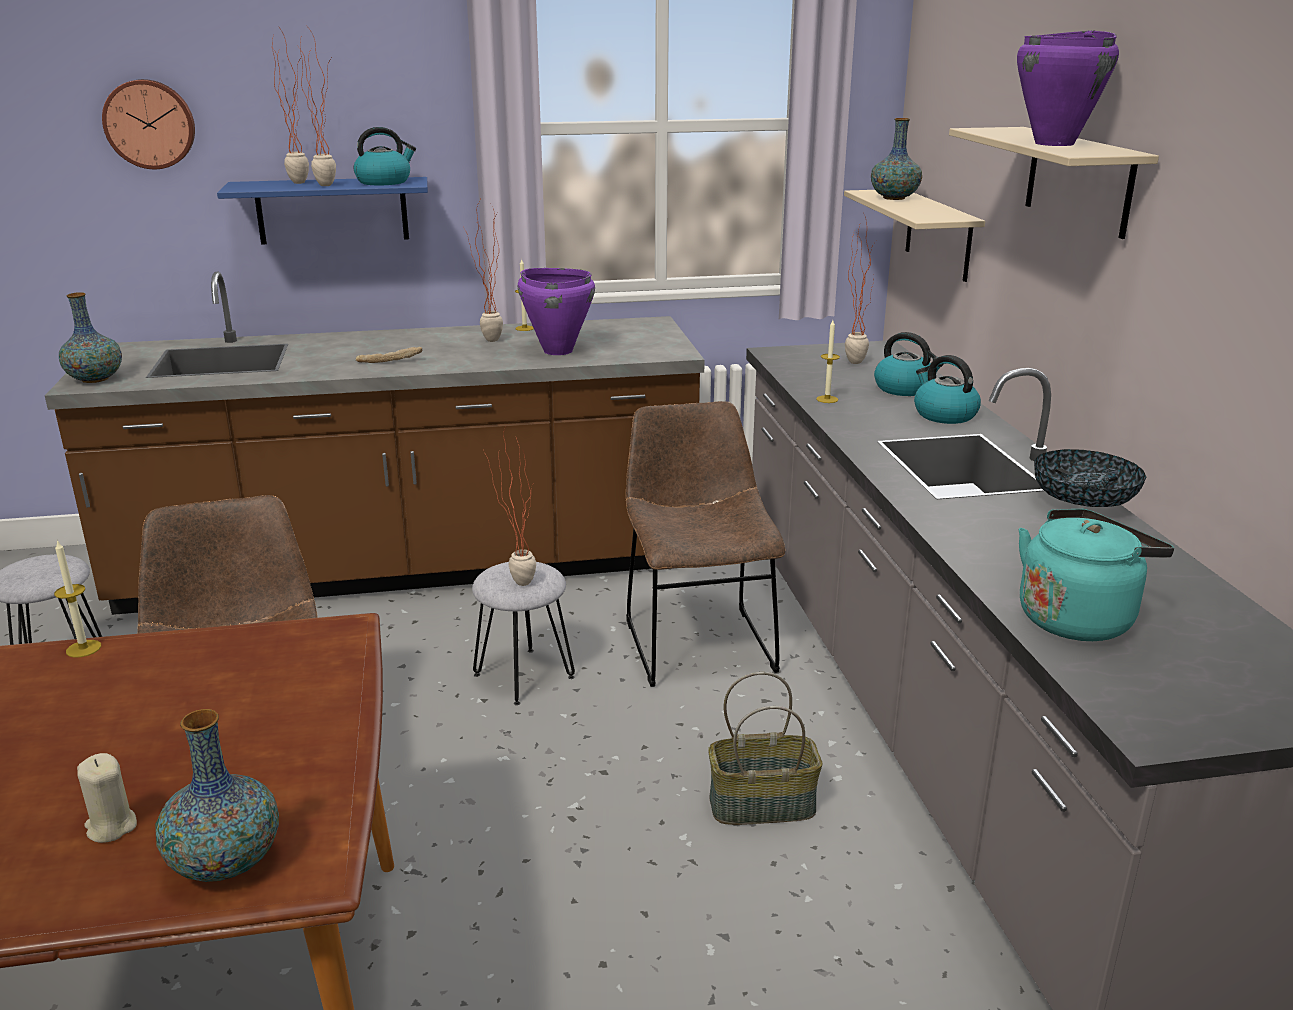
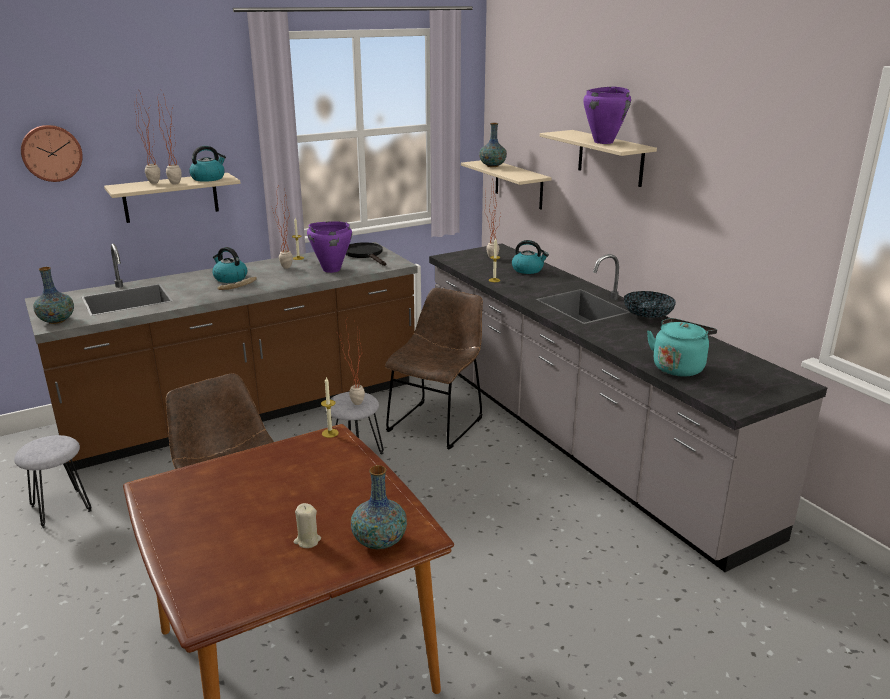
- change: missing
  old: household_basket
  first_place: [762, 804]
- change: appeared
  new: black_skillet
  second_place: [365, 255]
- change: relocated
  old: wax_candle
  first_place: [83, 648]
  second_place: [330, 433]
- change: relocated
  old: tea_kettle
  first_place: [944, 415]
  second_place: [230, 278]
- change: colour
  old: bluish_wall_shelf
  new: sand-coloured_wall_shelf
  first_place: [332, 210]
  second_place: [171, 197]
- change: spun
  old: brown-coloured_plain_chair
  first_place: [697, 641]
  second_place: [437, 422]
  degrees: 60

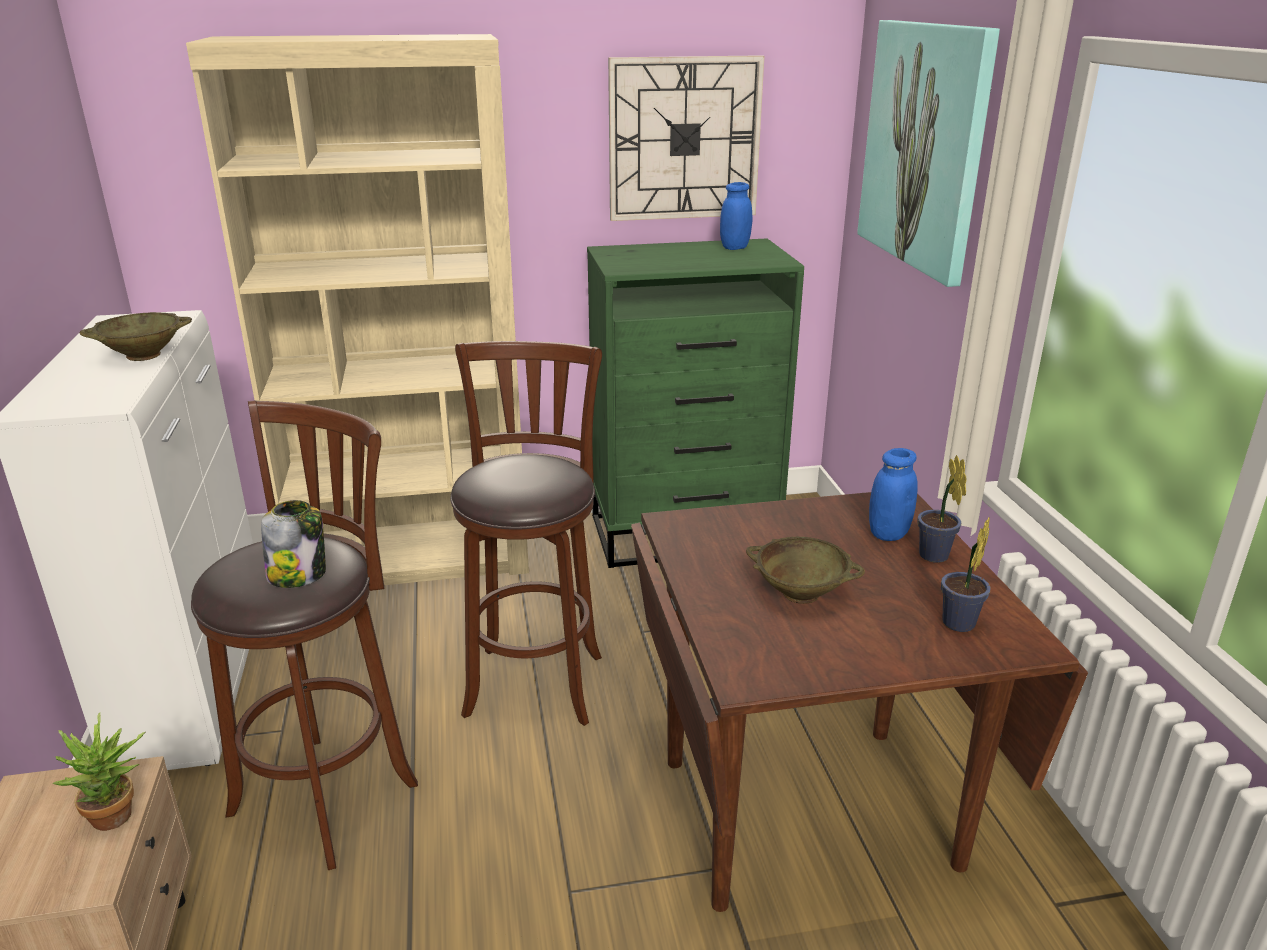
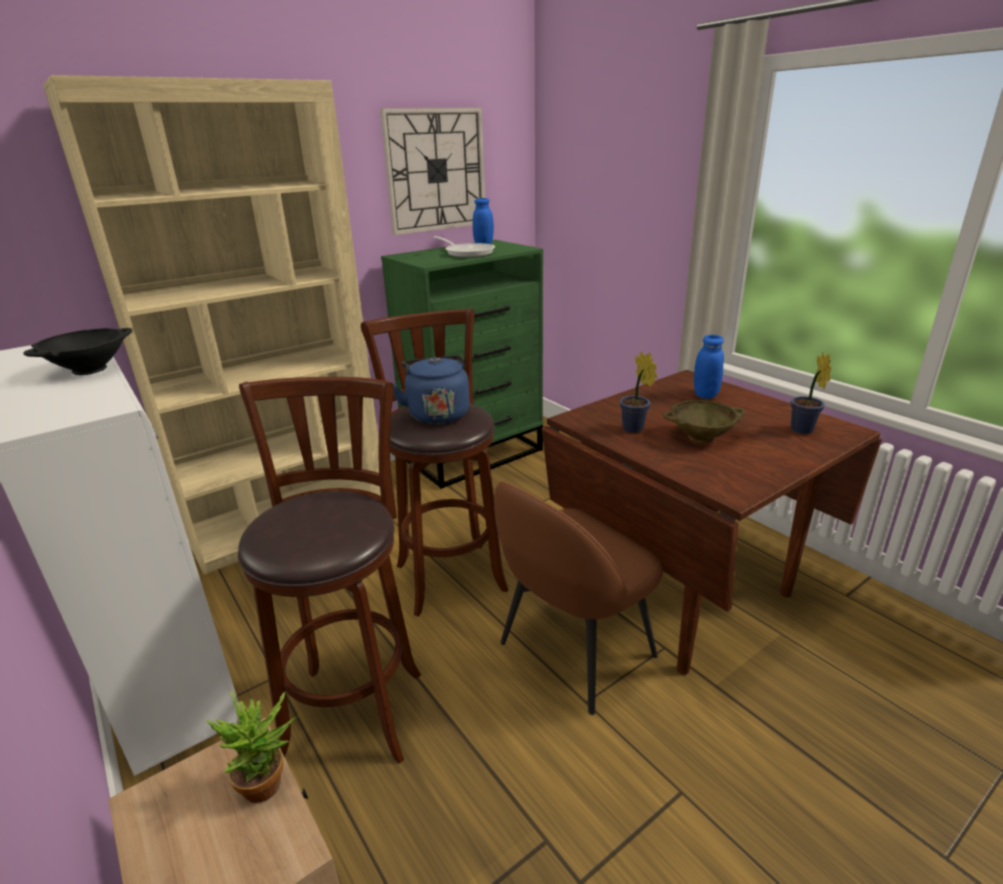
- change: missing
  old: storage_jar
  first_place: [298, 574]
- change: missing
  old: wall_art
  first_place: [925, 146]
- change: appeared
  new: bluish_tea_kettle
  second_place: [437, 413]
- change: appeared
  new: skillet
  second_place: [467, 253]
- change: appeared
  new: brown-coloured_plain_chair
  second_place: [573, 651]
- change: relocated
  old: houseplant
  first_place: [935, 557]
  second_place: [634, 430]
- change: colour
  old: sand-coloured_bowl
  new: black_bowl
  first_place: [144, 355]
  second_place: [90, 369]

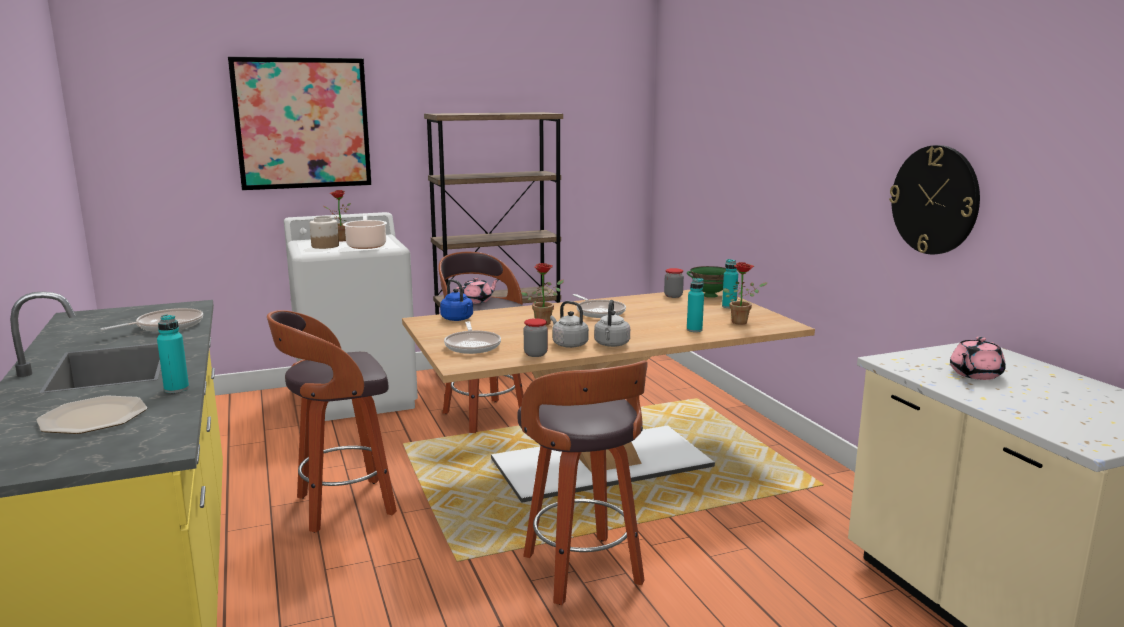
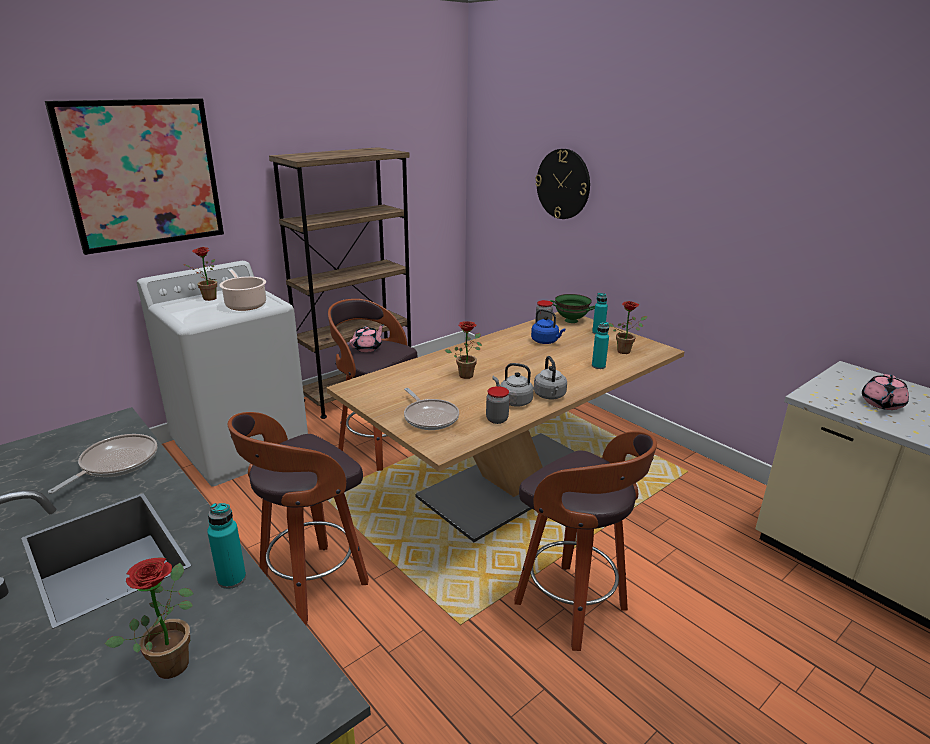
- change: missing
  old: storage_jar
  first_place: [325, 246]
- change: missing
  old: skillet
  first_place: [599, 312]
- change: relocated
  old: bluish_tea_kettle
  first_place: [458, 319]
  second_place: [546, 341]
- change: relocated
  old: hanging_clock
  first_place: [935, 200]
  second_place: [563, 184]
- change: exchanged
  old: dinner_plate
  new: houseplant
  first_place: [94, 417]
  second_place: [173, 659]

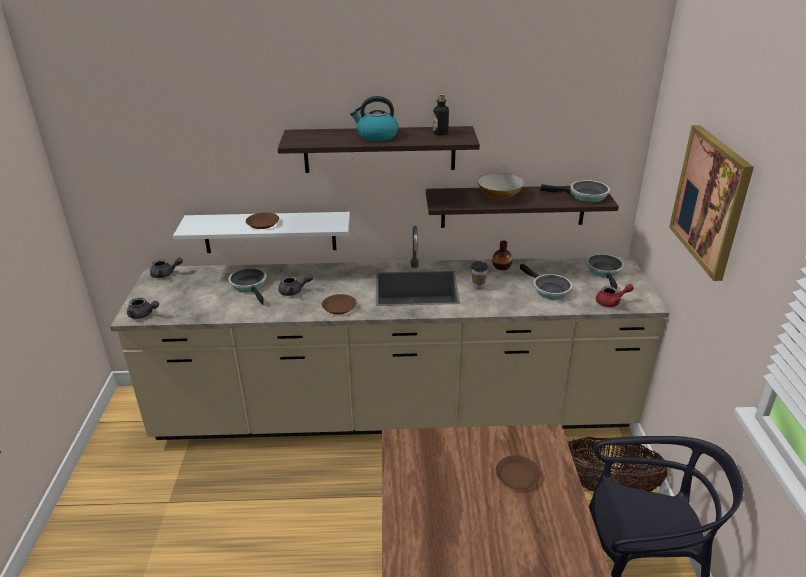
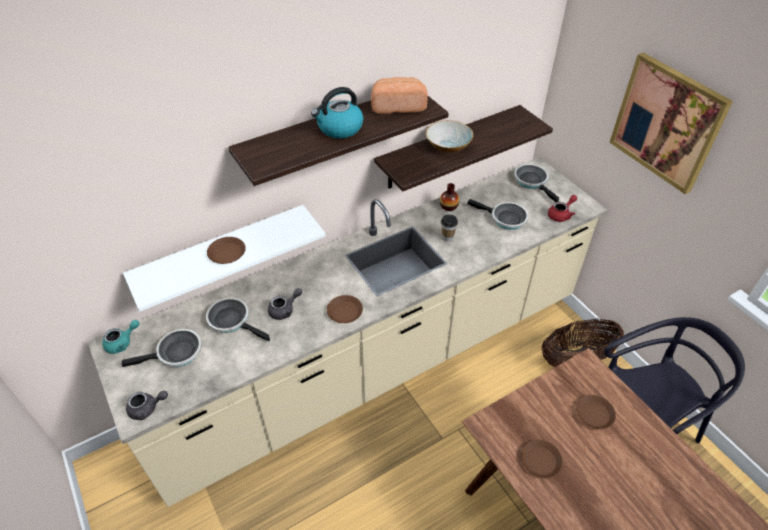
- change: appeared
  new: brown-coloured_dinner_plate
  second_place: [540, 460]
- change: relocated
  old: skillet
  first_place: [584, 195]
  second_place: [176, 353]
- change: exchanged
  old: drink_bottle
  new: bakery_bread
  first_place: [440, 133]
  second_place: [398, 106]
- change: colour
  old: gray_teapot
  new: turquoise_teapot
  first_place: [166, 274]
  second_place: [122, 343]

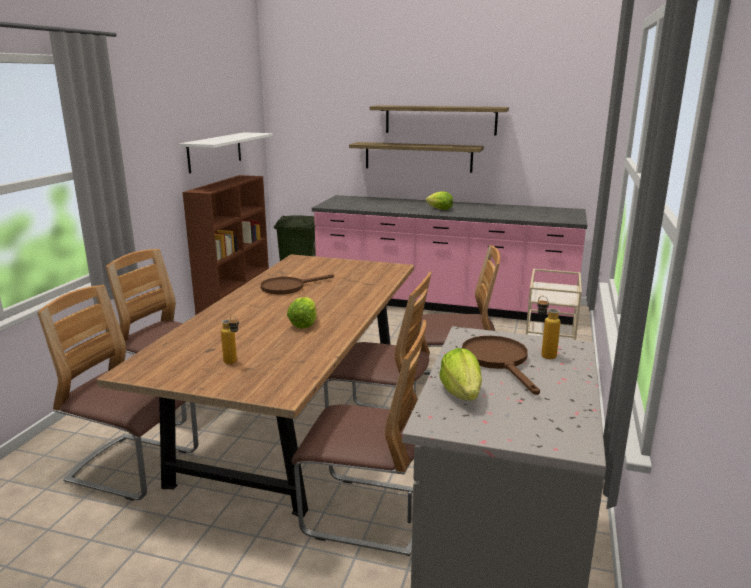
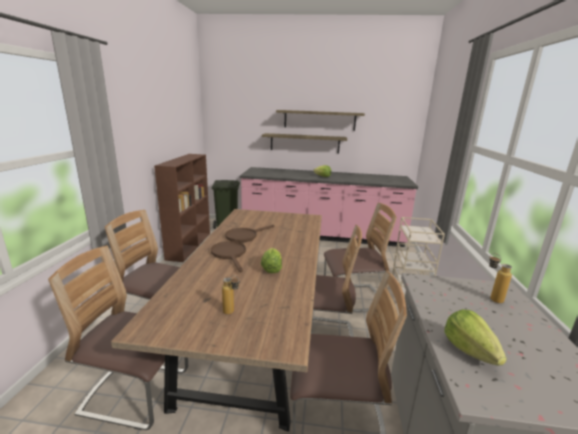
- change: missing
  old: white-coloured_wall_shelf
  first_place: [215, 152]
- change: relocated
  old: brown-coloured_skillet
  first_place: [499, 361]
  second_place: [230, 254]

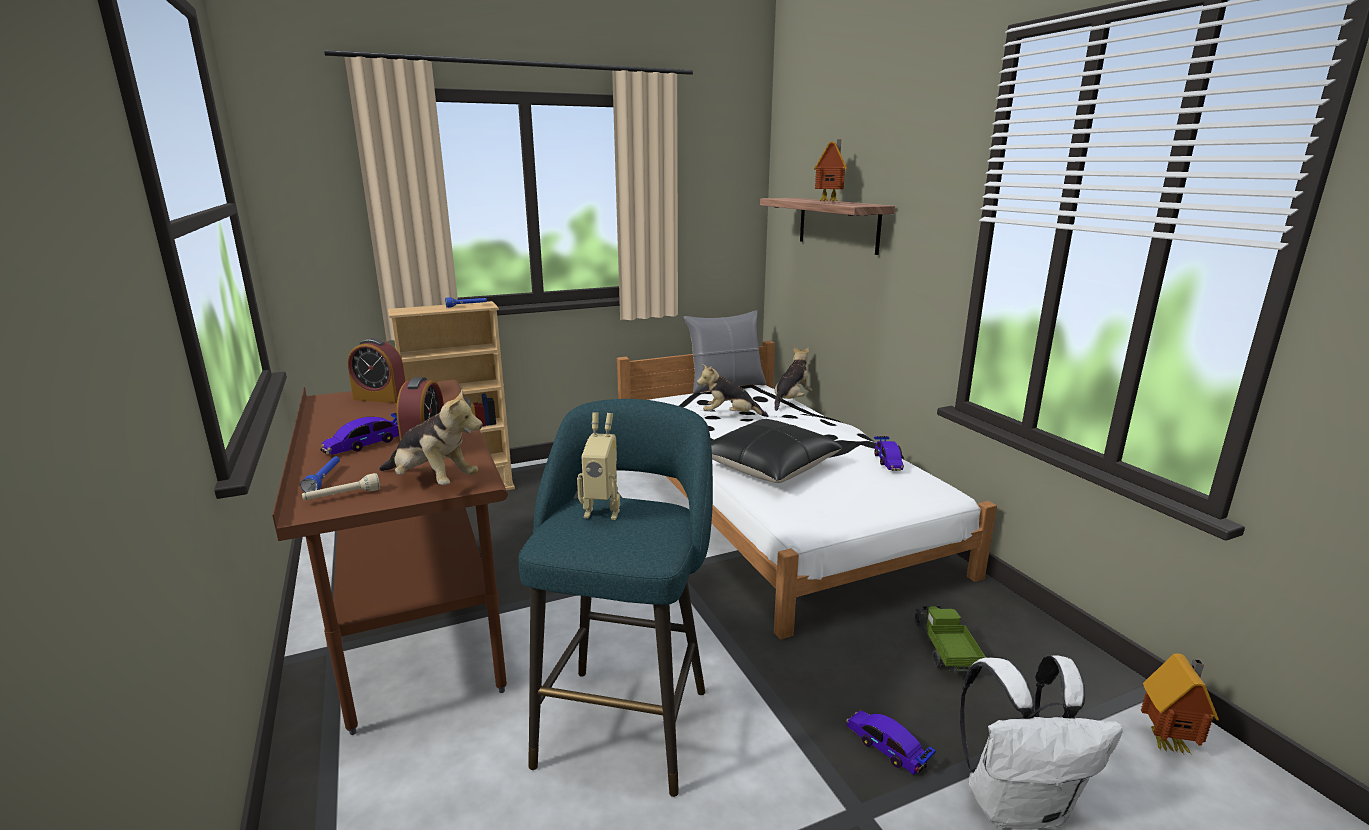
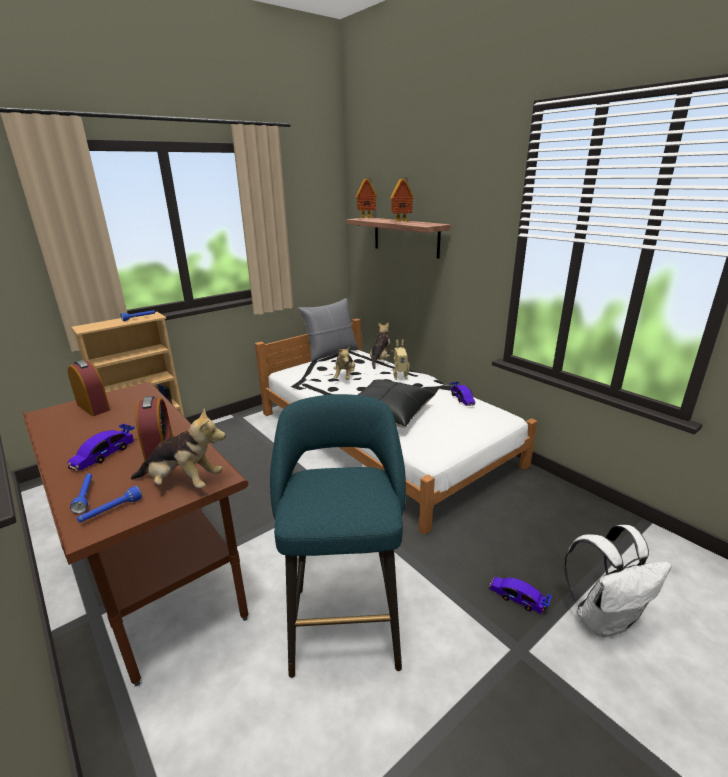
- change: missing
  old: toy_lorry
  first_place: [943, 649]
- change: relocated
  old: toy_robot
  first_place: [603, 511]
  second_place: [399, 376]
- change: relocated
  old: toy_house
  first_place: [1169, 742]
  second_place: [367, 218]
- change: colour
  old: sand-coloured_flashlight
  new: bluish_flashlight
  first_place: [342, 496]
  second_place: [111, 511]
- change: spun
  old: alarm_clock
  first_place: [380, 398]
  second_place: [93, 407]
  degrees: -135
- change: spun
  old: cuddly_toy
  first_place: [730, 416]
  second_place: [345, 377]
  degrees: -75

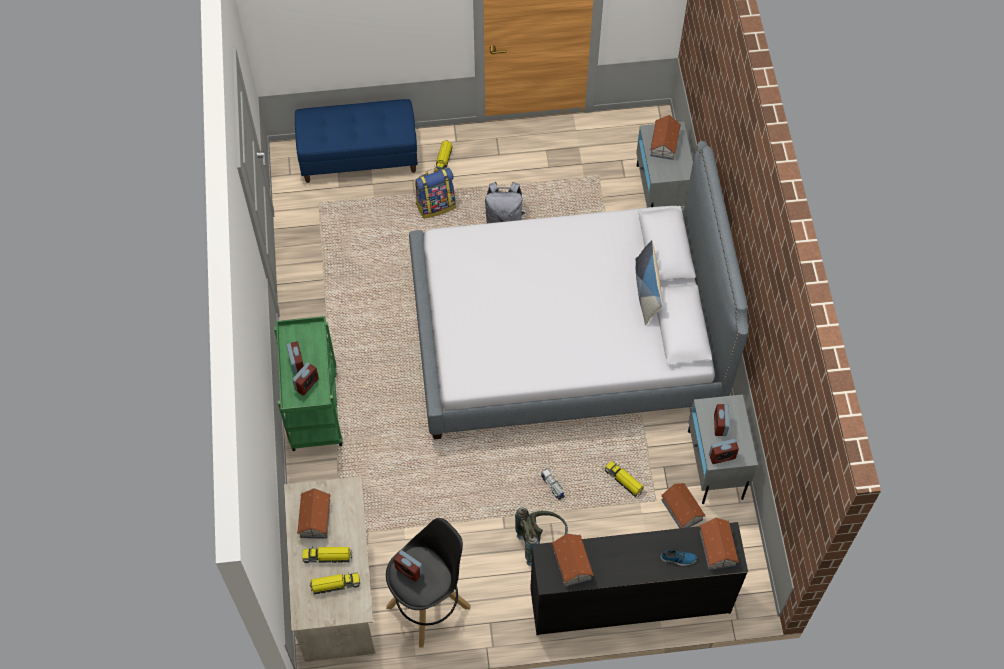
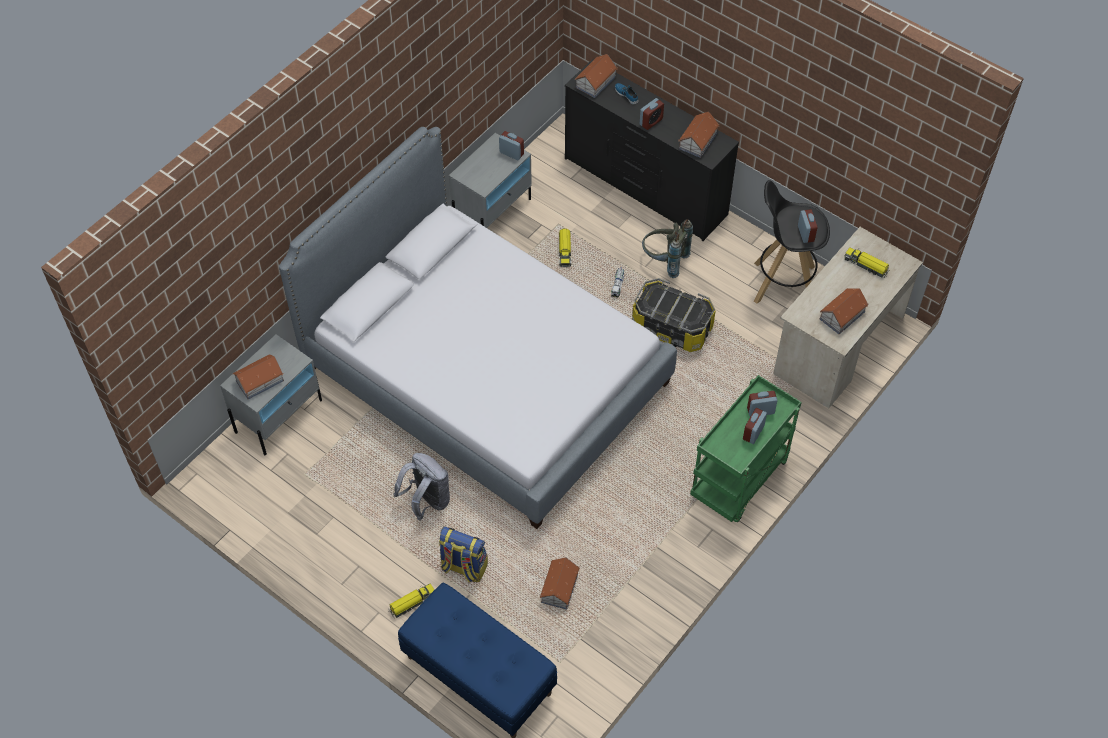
- change: missing
  old: toy_lorry
  first_place: [328, 556]
- change: missing
  old: throw_pillow
  first_place: [647, 291]
- change: appeared
  new: storage_box
  second_place: [672, 327]
- change: relocated
  old: toy_house
  first_place: [682, 509]
  second_place: [559, 588]
- change: relocated
  old: alarm_clock
  first_place: [720, 425]
  second_place: [651, 122]

